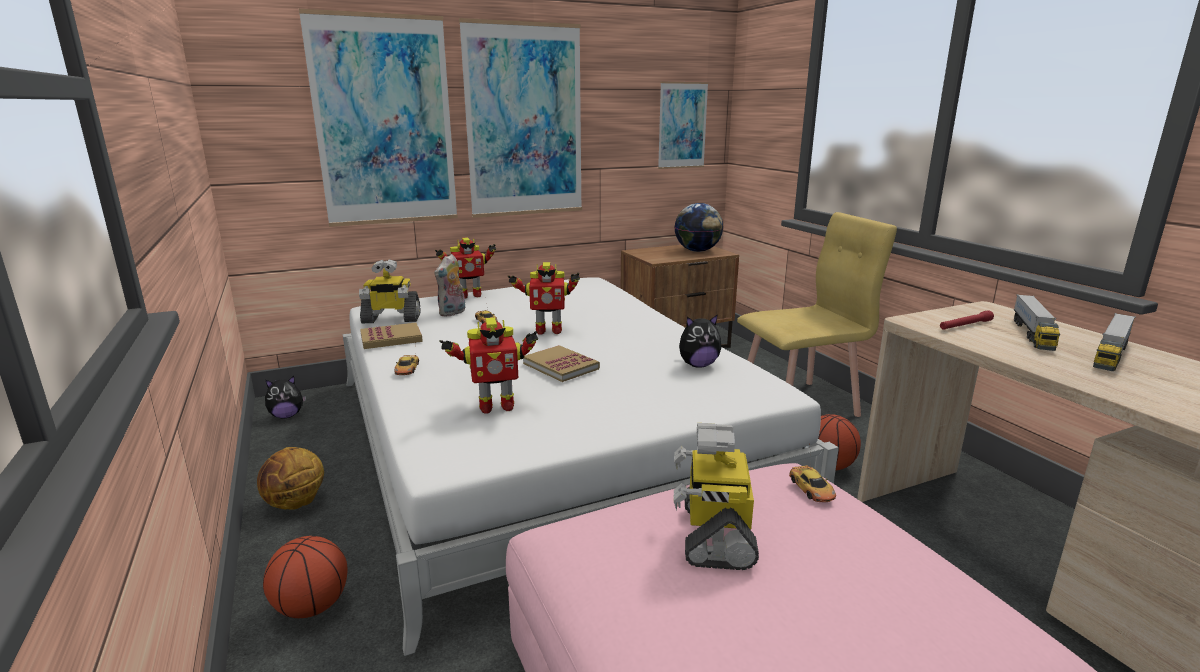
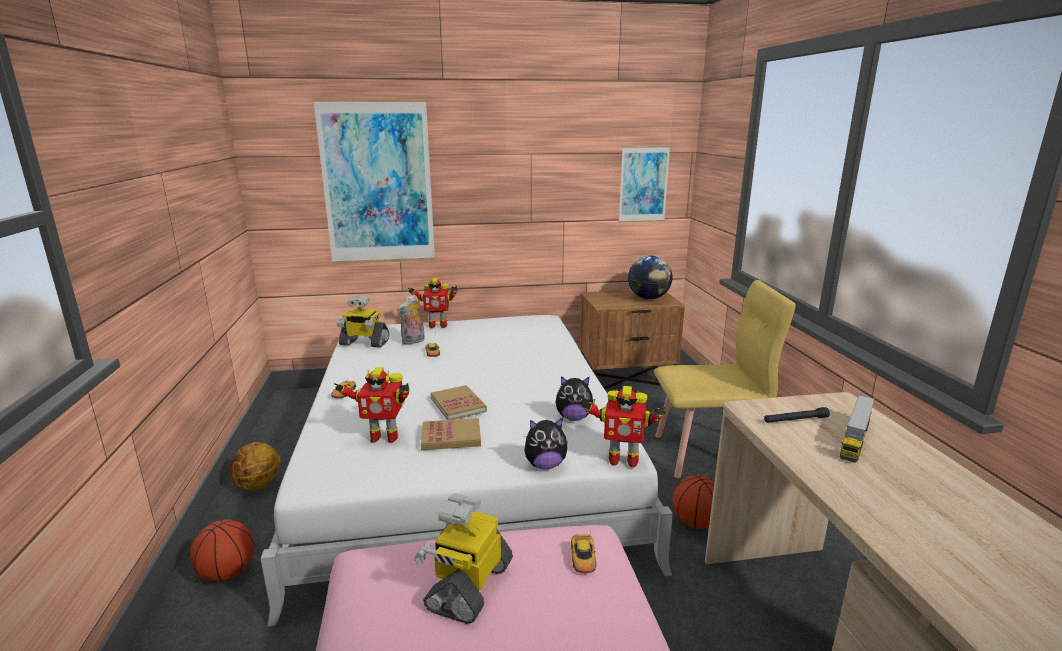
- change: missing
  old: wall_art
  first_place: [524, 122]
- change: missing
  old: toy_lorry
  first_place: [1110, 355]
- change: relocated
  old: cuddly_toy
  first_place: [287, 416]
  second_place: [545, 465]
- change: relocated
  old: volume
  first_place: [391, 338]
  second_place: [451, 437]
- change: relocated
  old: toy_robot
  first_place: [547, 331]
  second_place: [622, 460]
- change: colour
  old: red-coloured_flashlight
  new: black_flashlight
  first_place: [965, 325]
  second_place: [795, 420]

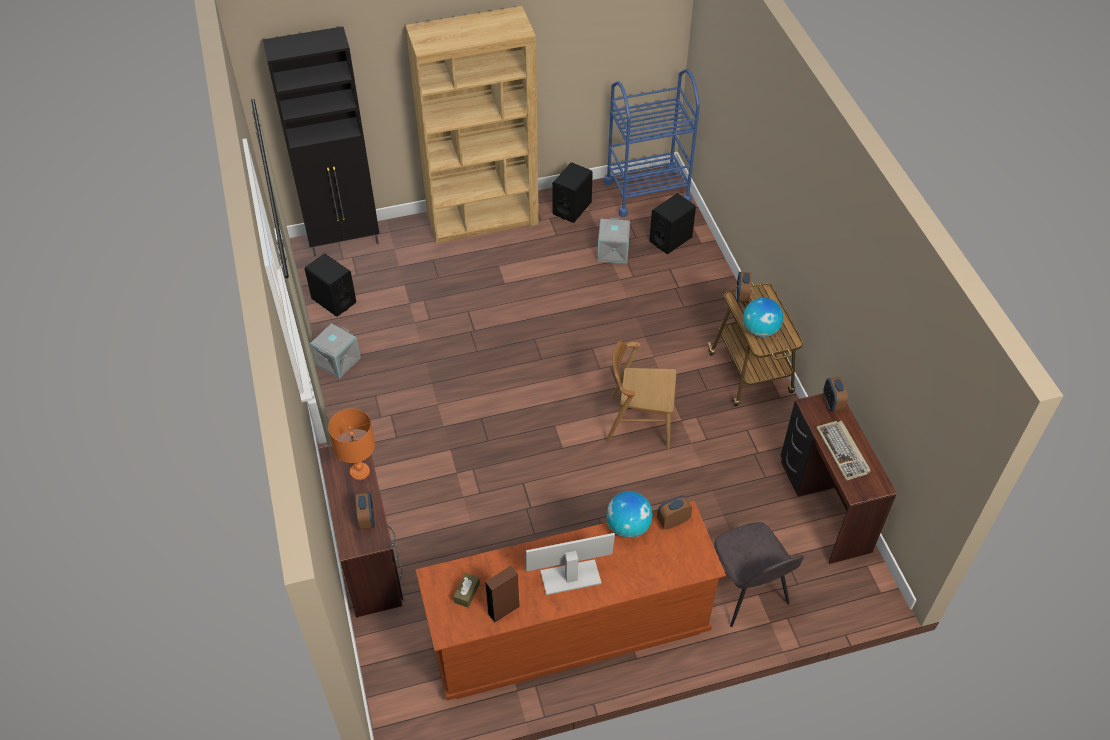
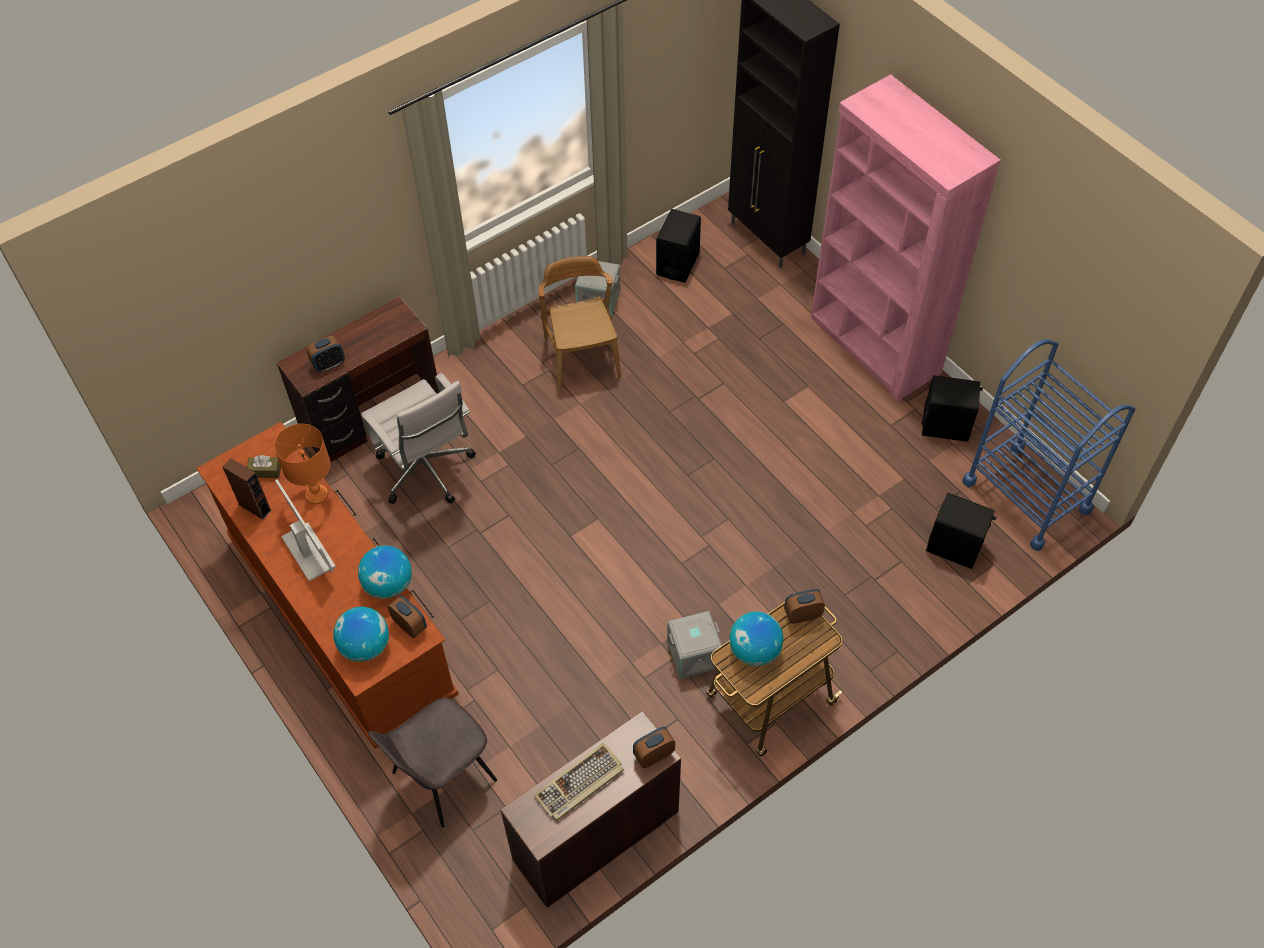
- change: appeared
  new: desk_globe
  second_place: [365, 646]
- change: appeared
  new: white-coloured_office_chair
  second_place: [427, 472]
- change: relocated
  old: orange_table_lamp
  first_place: [360, 471]
  second_place: [317, 495]
- change: relocated
  old: gray_storage_box
  first_place: [613, 252]
  second_place: [693, 655]
- change: relocated
  old: brown-coloured_plain_chair
  first_place: [639, 422]
  second_place: [582, 357]
- change: colour
  old: brown-coloured_shelving_unit
  new: pinkish_shelving_unit
  first_place: [483, 219]
  second_place: [874, 346]

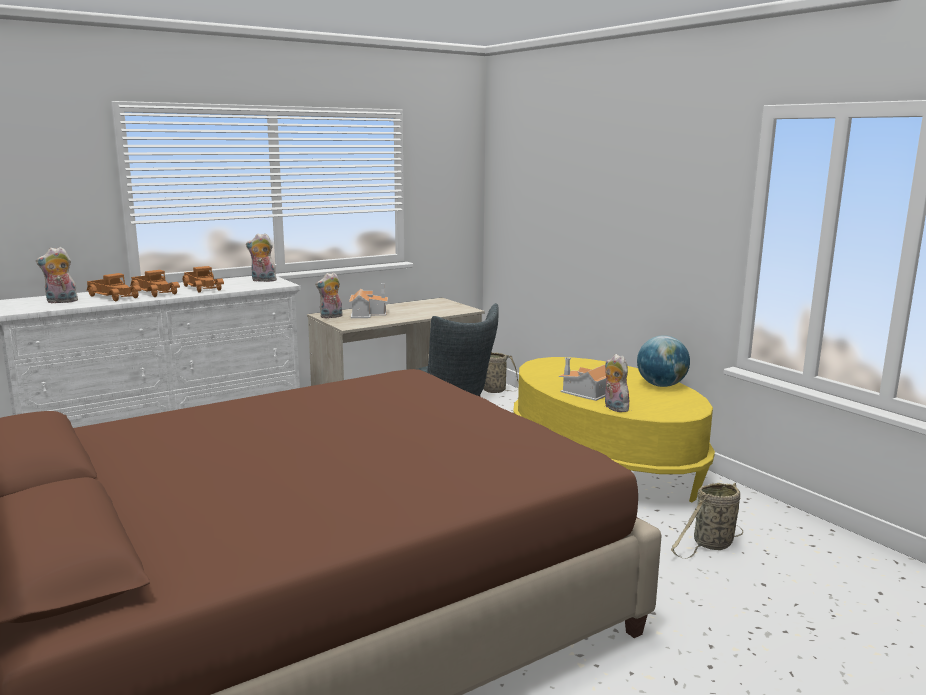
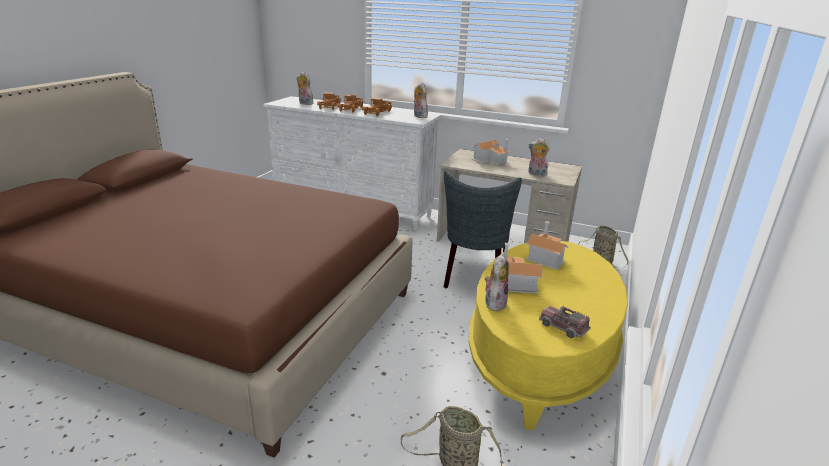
- change: missing
  old: desk_globe
  first_place: [661, 385]
- change: appeared
  new: toy_house
  second_place: [544, 257]
- change: appeared
  new: toy_lorry
  second_place: [563, 327]
- change: relocated
  old: cuddly_toy
  first_place: [331, 317]
  second_place: [536, 174]

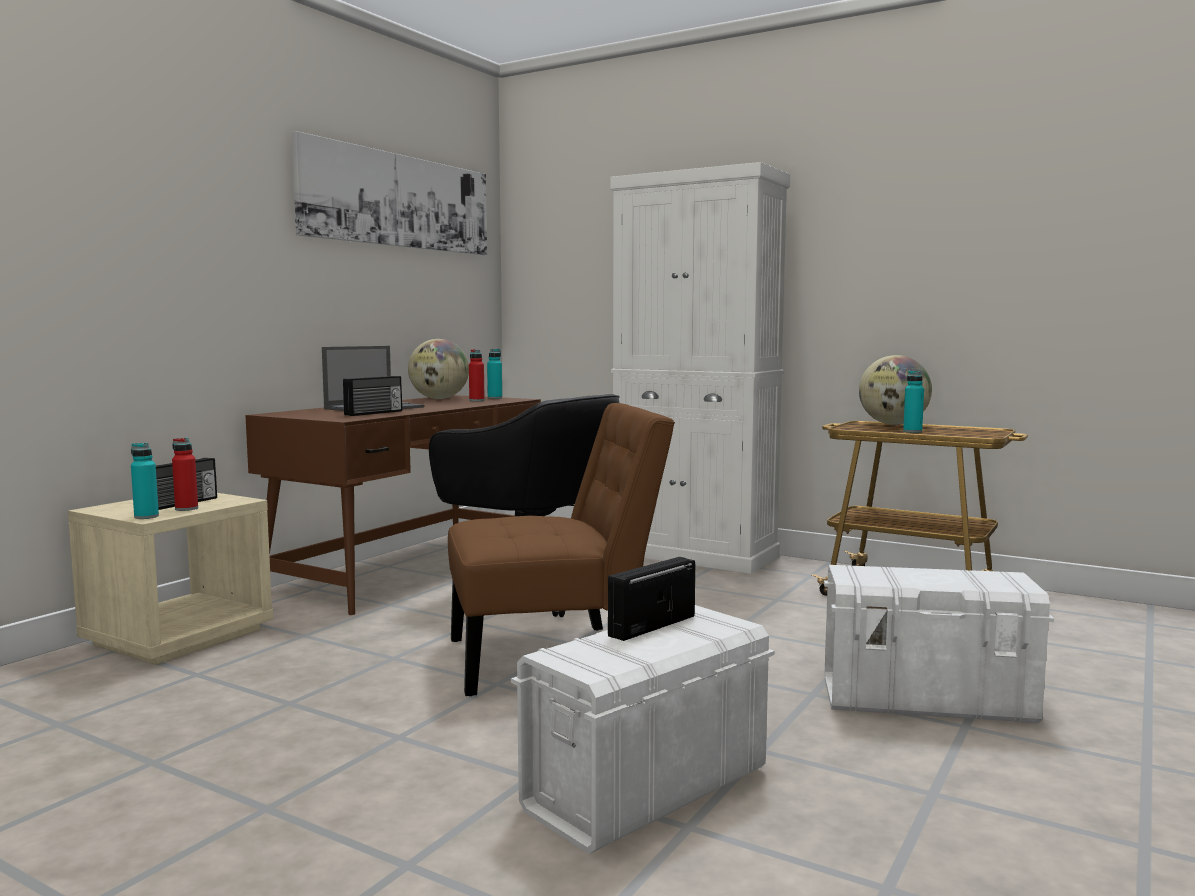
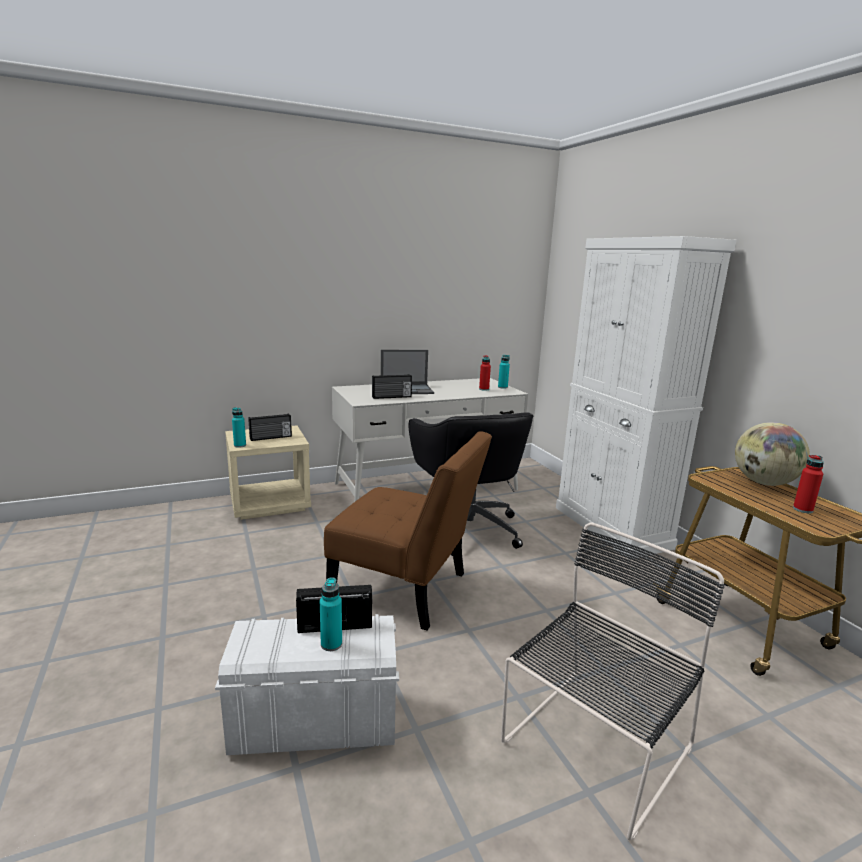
- change: missing
  old: wall_art
  first_place: [399, 201]
- change: missing
  old: desk_globe
  first_place: [439, 399]
- change: relocated
  old: red-coloured_drink_bottle
  first_place: [186, 509]
  second_place: [802, 509]
- change: relocated
  old: turquoise_drink_bottle
  first_place: [912, 431]
  second_place: [331, 644]
- change: exchanged
  old: white-coloured_storage_box
  new: black_plain_chair
  first_place: [927, 700]
  second_place: [593, 748]
- change: colour
  old: brown-coloured_desk_unit
  new: white-coloured_desk_unit
  first_place: [413, 568]
  second_place: [427, 486]

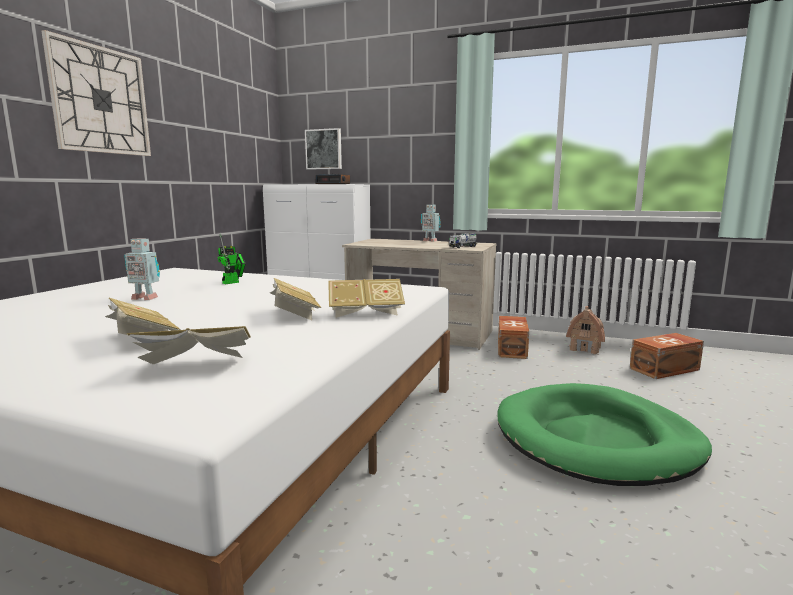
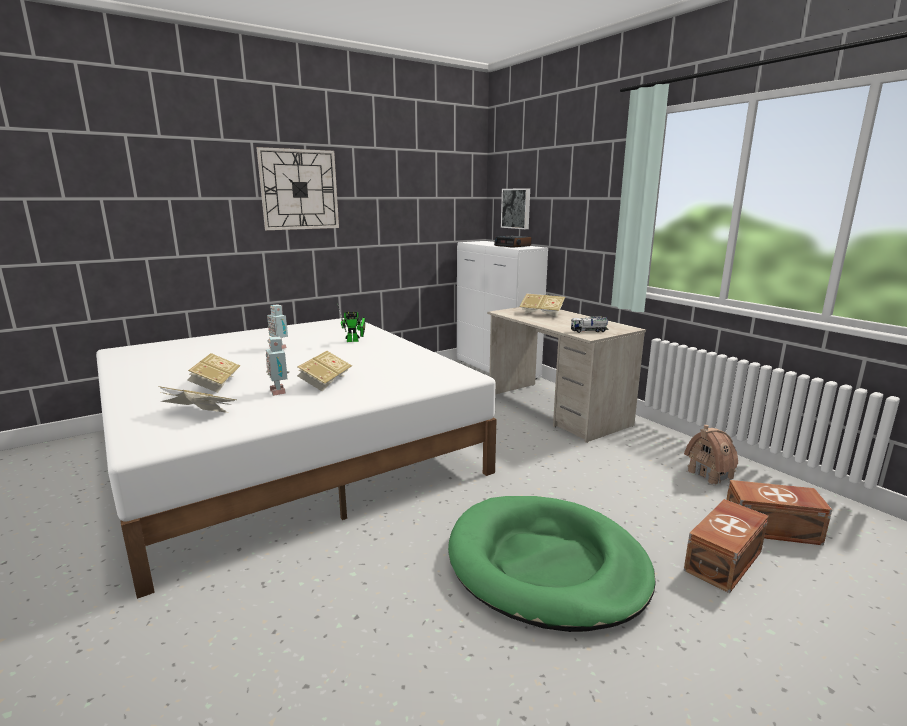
- change: relocated
  old: volume
  first_place: [365, 313]
  second_place: [542, 313]
- change: relocated
  old: toy_robot
  first_place: [430, 241]
  second_place: [279, 391]
- change: relocated
  old: brown-coloured_storage_box
  first_place: [512, 348]
  second_place: [725, 561]

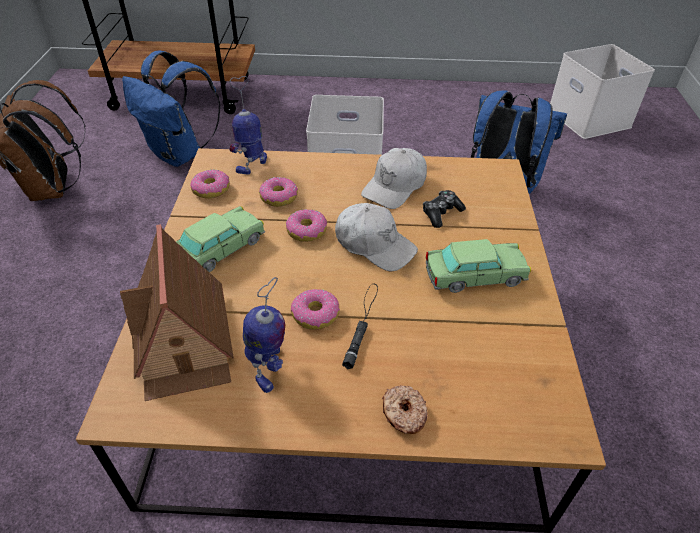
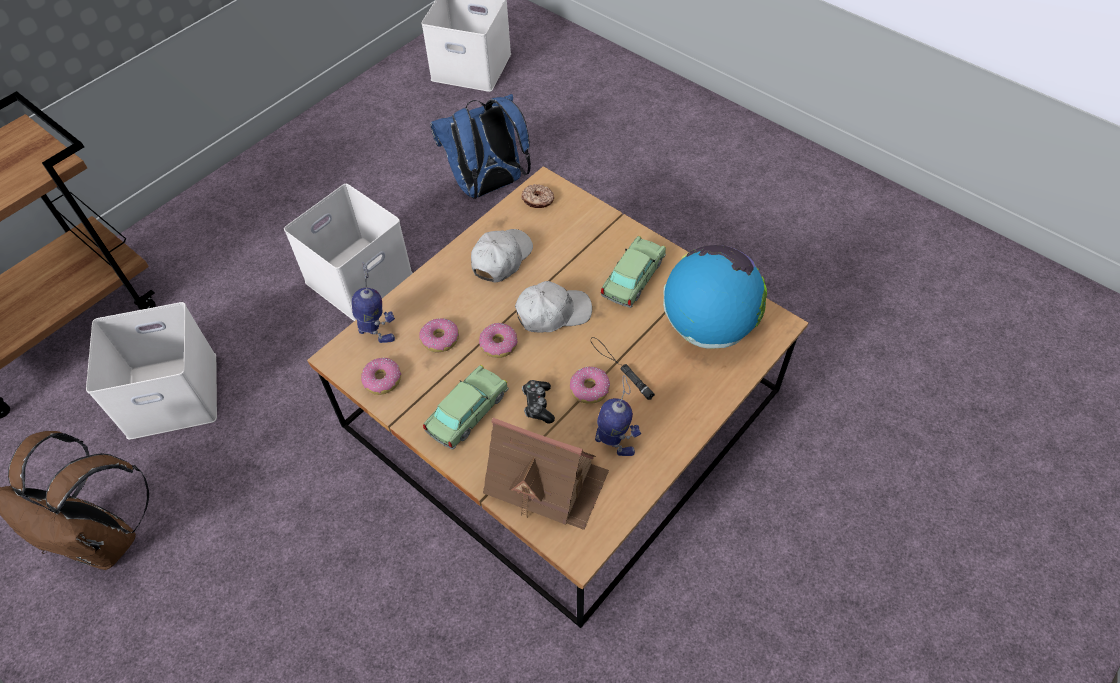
- change: appeared
  new: desk_globe
  second_place: [708, 327]
- change: relocated
  old: doughnut
  first_place: [403, 414]
  second_place: [538, 200]
- change: relocated
  old: game_controller
  first_place: [441, 213]
  second_place: [538, 405]
- change: exchanged
  old: bluish_knapsack
  new: white-coloured_storage_box
  first_place: [180, 155]
  second_place: [174, 392]
- change: spun
  old: model_car
  first_place: [219, 250]
  second_place: [467, 413]
  degrees: 45
- change: spun
  old: toy_robot
  first_place: [253, 165]
  second_place: [376, 333]
  degrees: 135
- change: spun
  old: white-coloured_cap
  first_place: [395, 187]
  second_place: [501, 259]
  degrees: -135

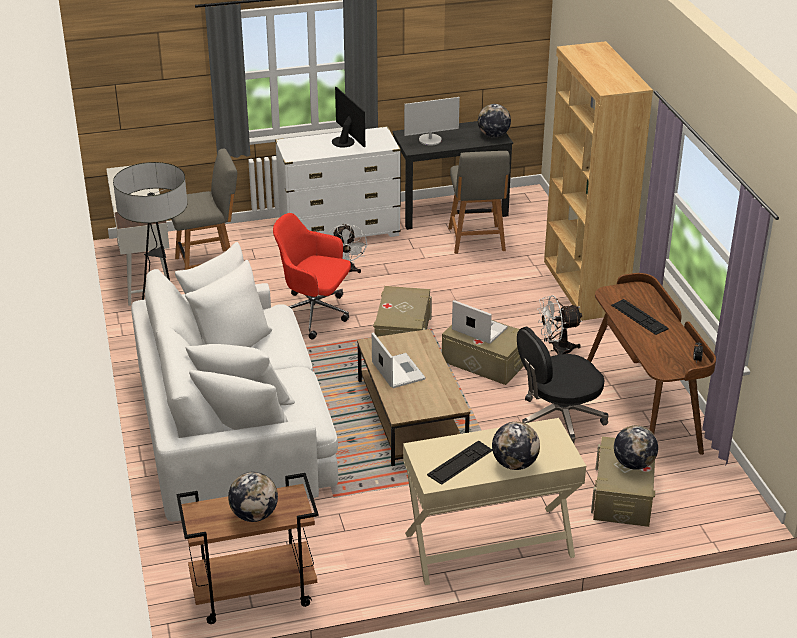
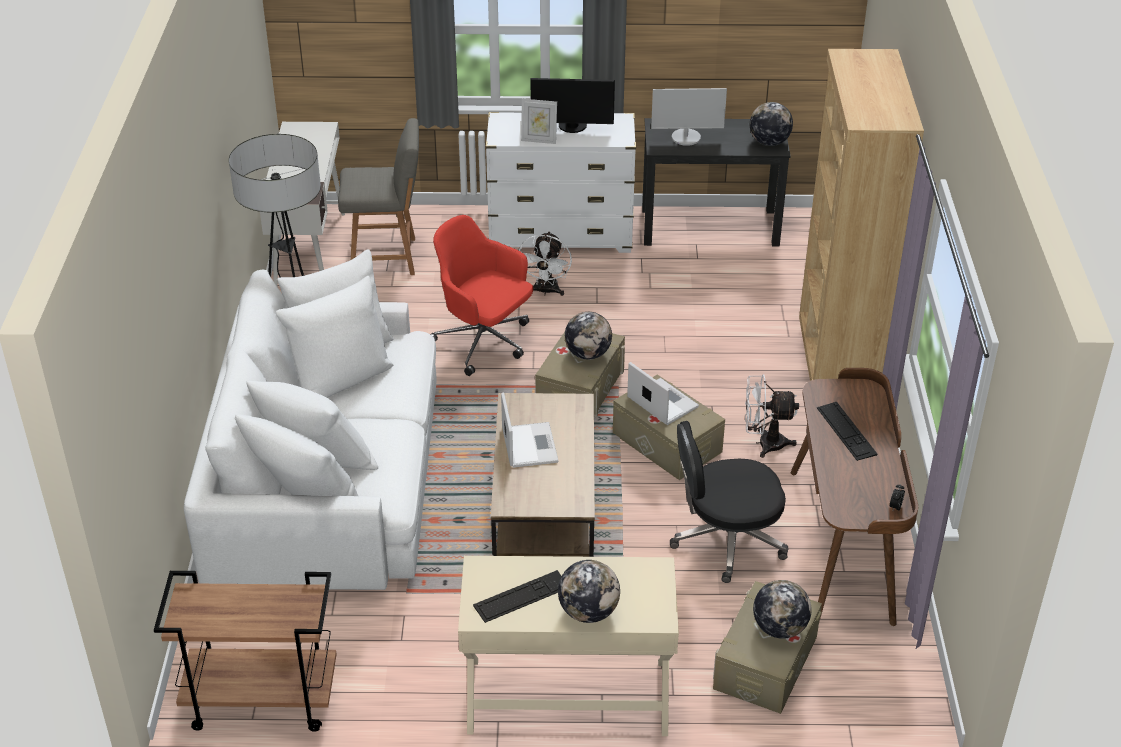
- change: missing
  old: gray_plain_chair
  first_place: [476, 241]
- change: appeared
  new: photo_frame
  second_place: [539, 140]
- change: relocated
  old: desk_globe
  first_place: [254, 515]
  second_place: [588, 354]
- change: spun
  old: monitor
  first_place: [345, 141]
  second_place: [572, 127]
  degrees: 105

